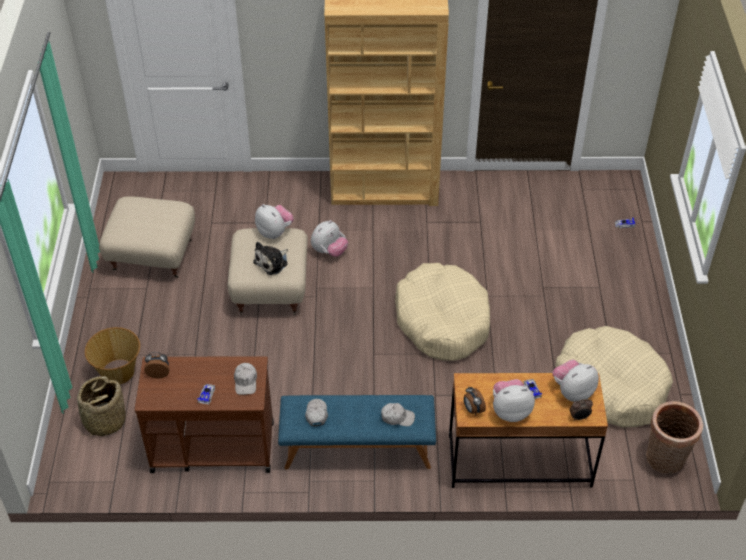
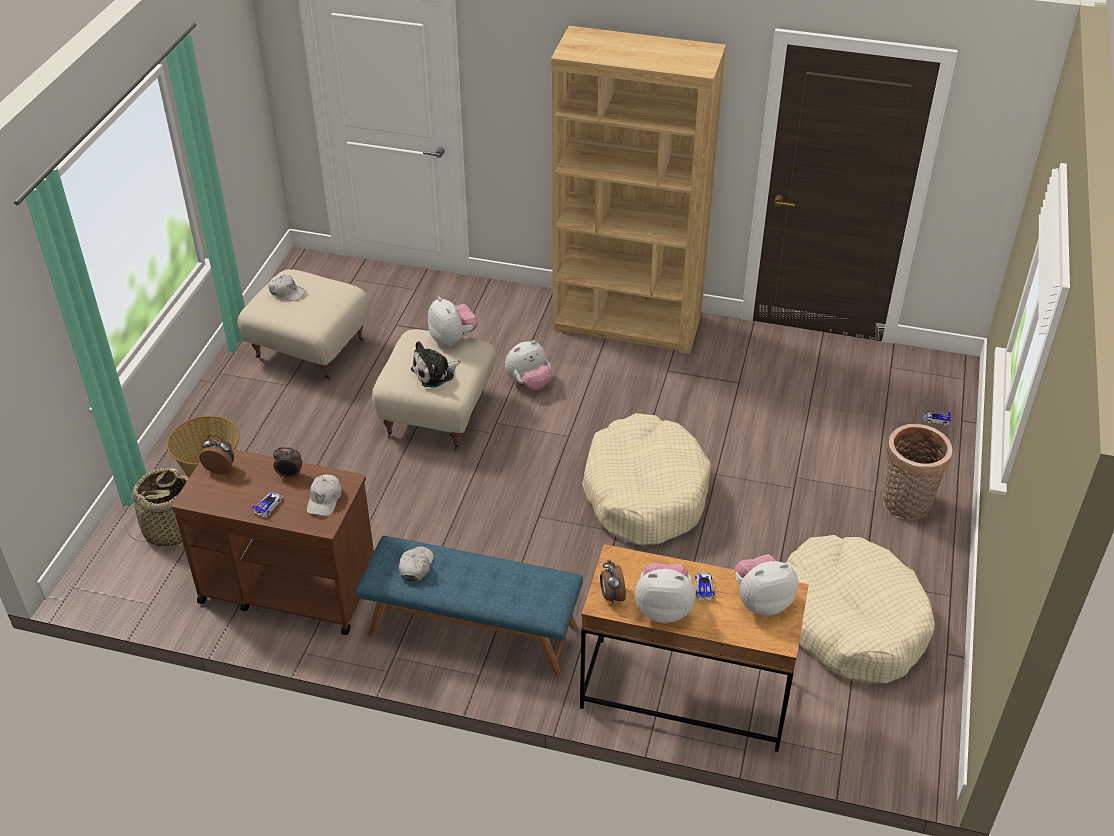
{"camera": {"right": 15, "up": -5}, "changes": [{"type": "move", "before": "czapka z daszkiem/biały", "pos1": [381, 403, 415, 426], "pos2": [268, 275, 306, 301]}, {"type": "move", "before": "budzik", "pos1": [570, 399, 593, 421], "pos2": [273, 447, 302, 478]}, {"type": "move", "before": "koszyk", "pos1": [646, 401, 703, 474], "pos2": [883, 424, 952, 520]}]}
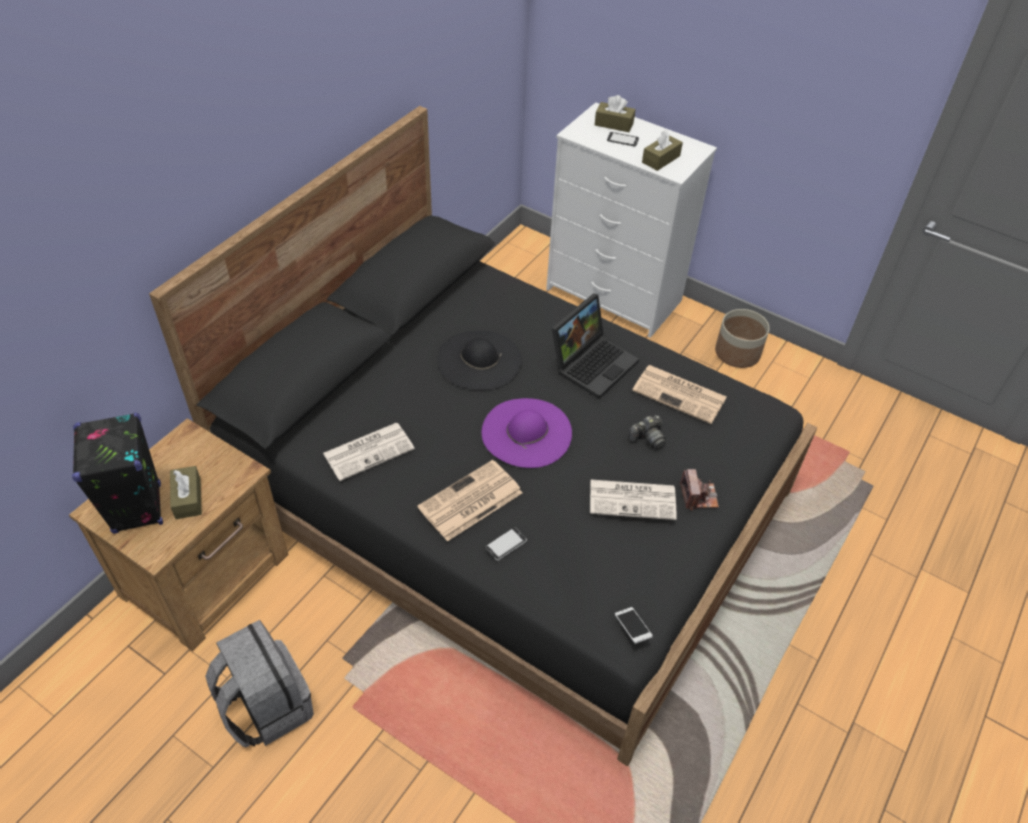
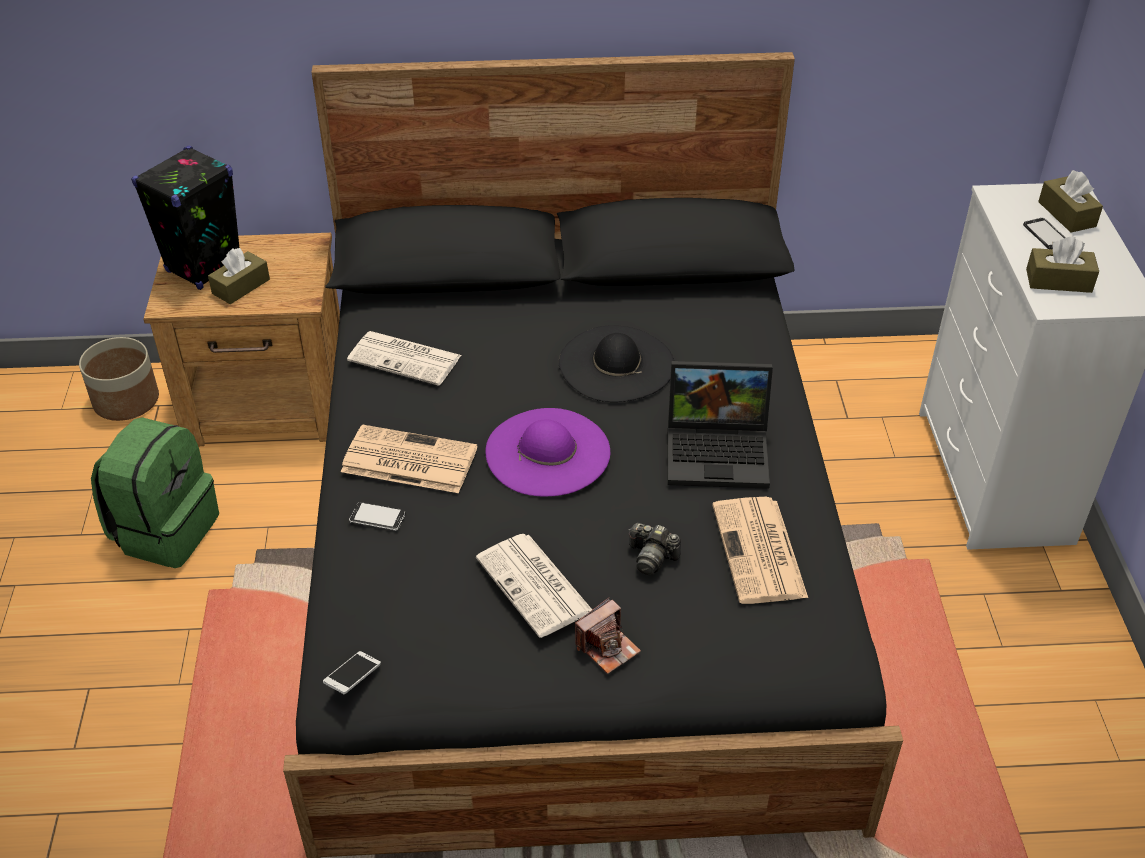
{"camera": {"right": 55, "up": -5}, "changes": [{"type": "recolor", "before": "plecak/szary", "after": "plecak/zielony", "pos1": [205, 620, 314, 748], "pos2": [91, 417, 219, 568]}, {"type": "move", "before": "donica", "pos1": [715, 309, 770, 368], "pos2": [79, 337, 159, 421]}]}
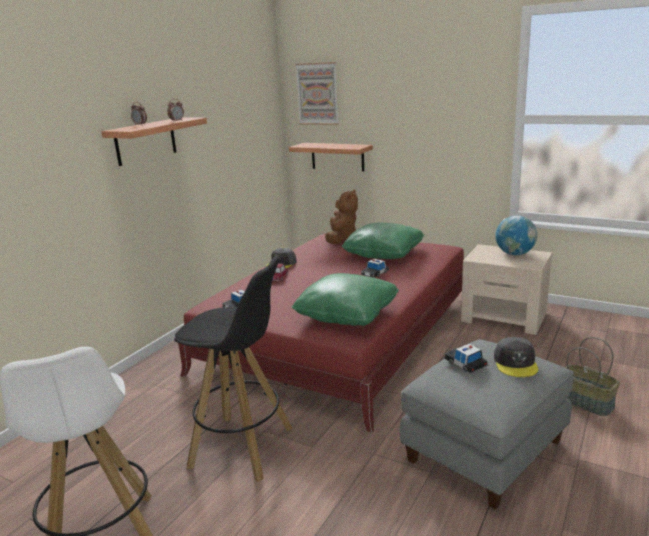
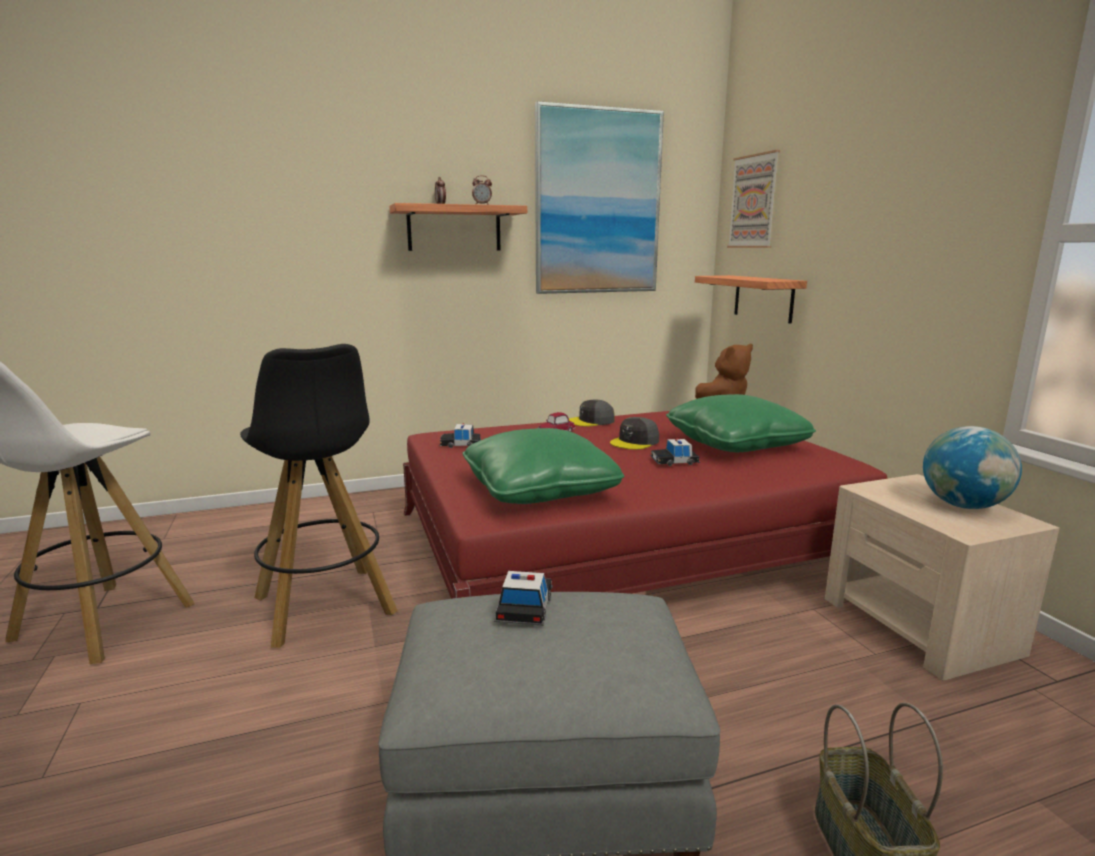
{"camera": {"right": 40, "up": -5}, "changes": [{"type": "move", "before": "czapka z daszkiem/szary", "pos1": [494, 337, 538, 377], "pos2": [610, 417, 659, 450]}, {"type": "insert", "after": "obraz", "pos2": [535, 101, 664, 294]}]}
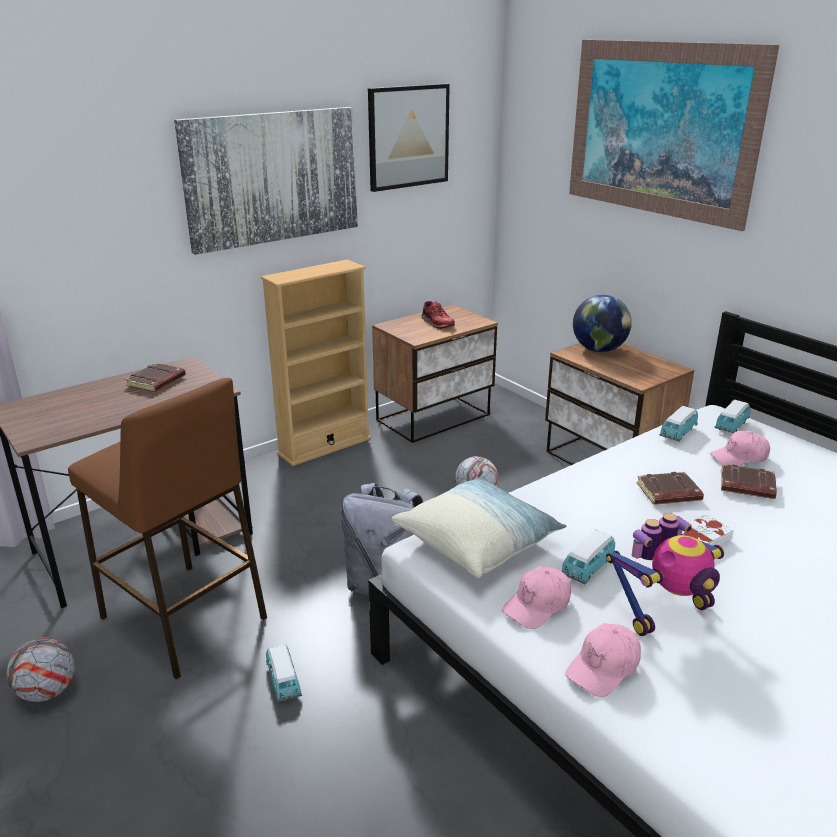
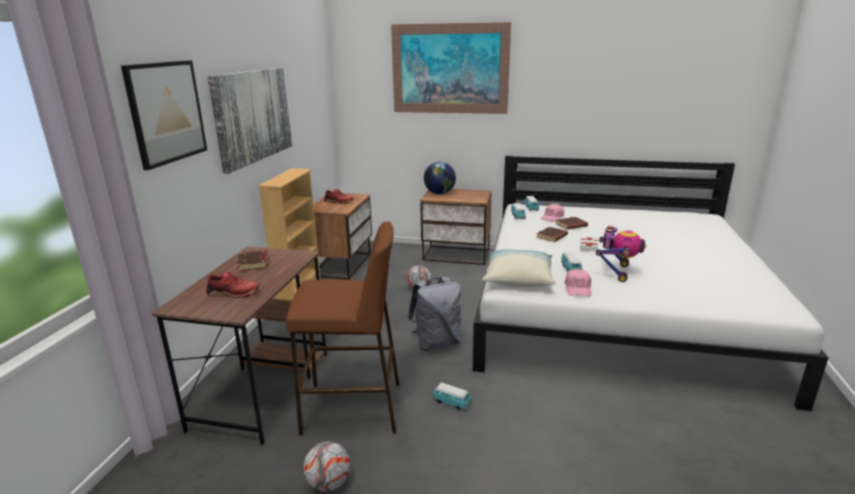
{"camera": {"right": -40, "up": -5}, "changes": [{"type": "move", "before": "obraz", "pos1": [368, 84, 450, 192], "pos2": [121, 60, 207, 170]}, {"type": "delete", "before": "czapka z daszkiem/różowy", "pos1": [565, 623, 641, 697]}, {"type": "insert", "after": "but/czerwony", "pos2": [206, 272, 260, 298]}]}
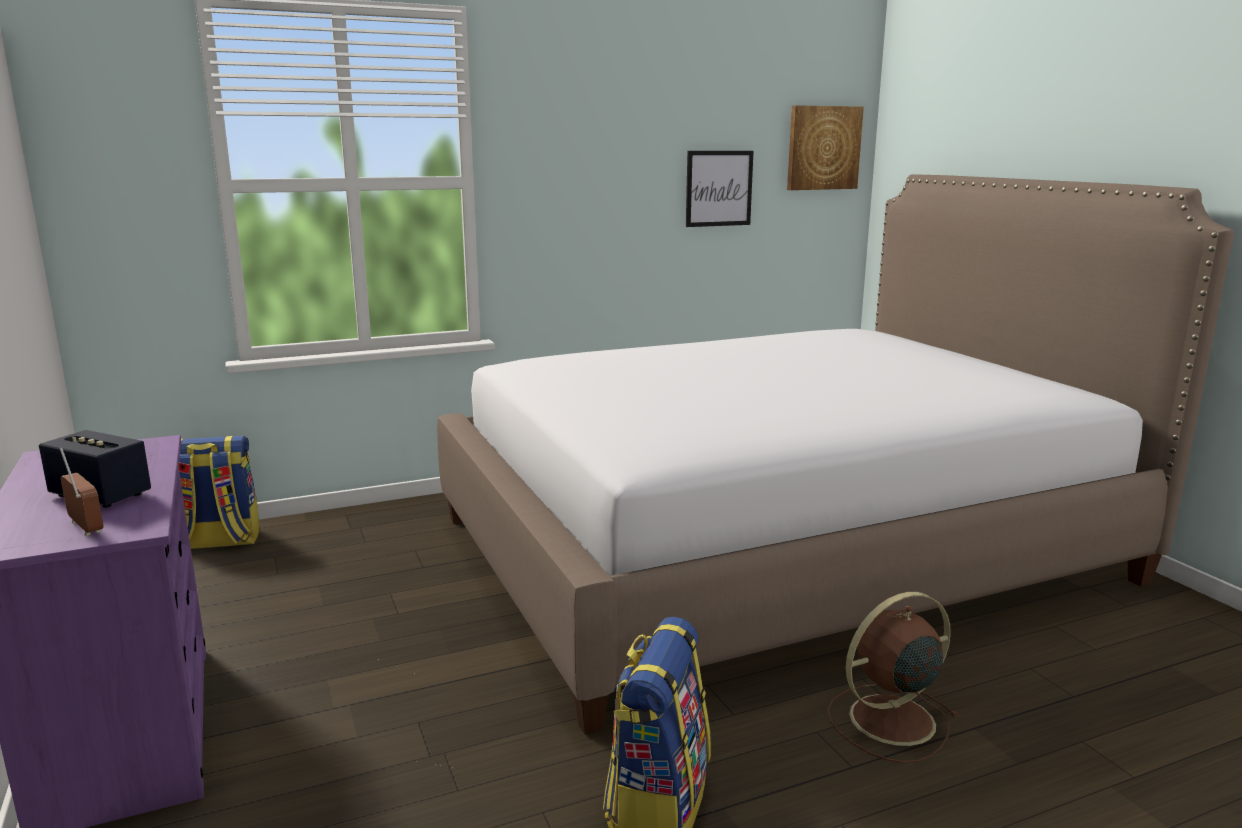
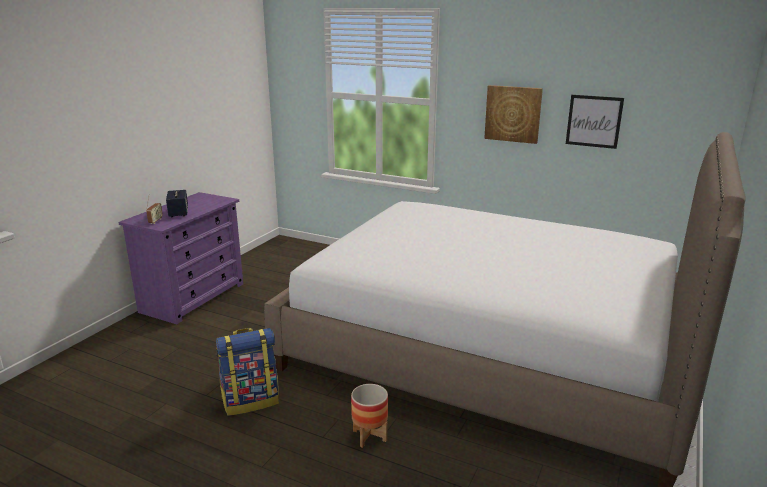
{"camera": {"right": 50, "up": 5}, "changes": [{"type": "delete", "before": "plecak", "pos1": [179, 436, 259, 549]}, {"type": "move", "before": "obraz", "pos1": [787, 105, 864, 190], "pos2": [484, 85, 543, 144]}, {"type": "replace", "before": "wentylator/brązowy", "after": "donica", "pos1": [827, 592, 959, 763], "pos2": [351, 384, 388, 448]}]}
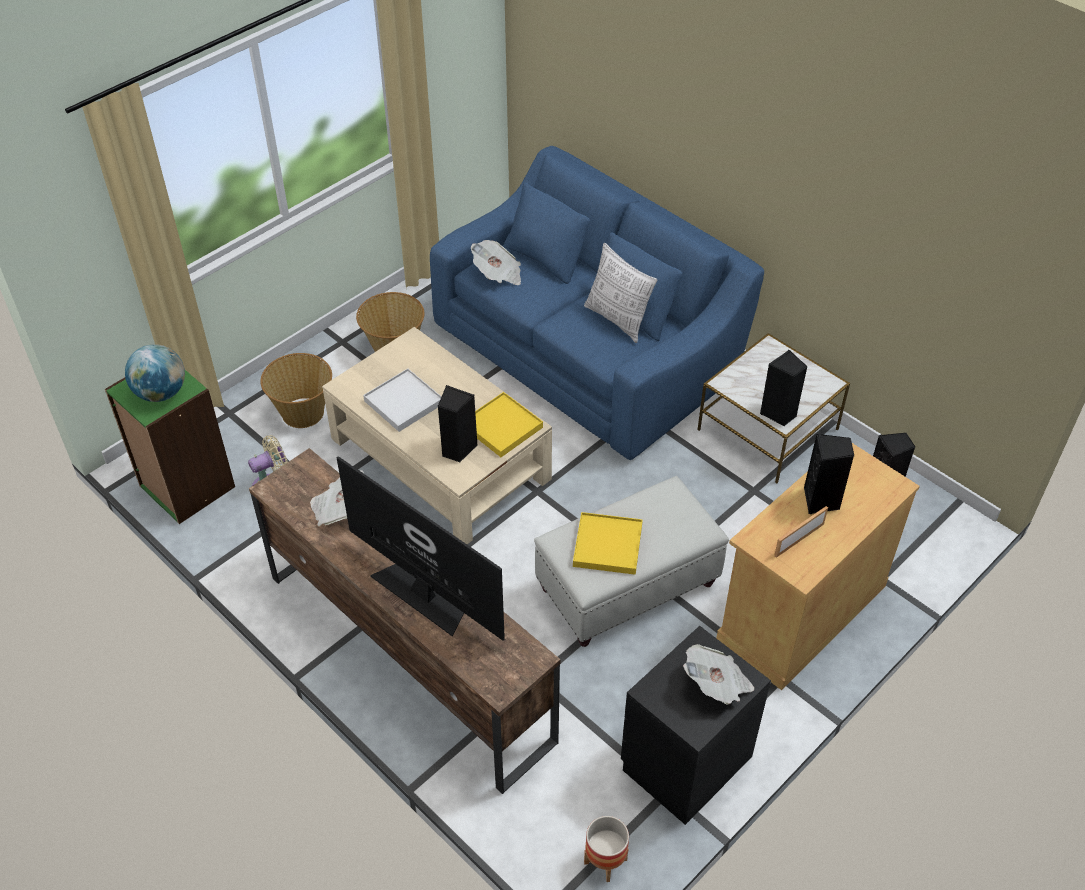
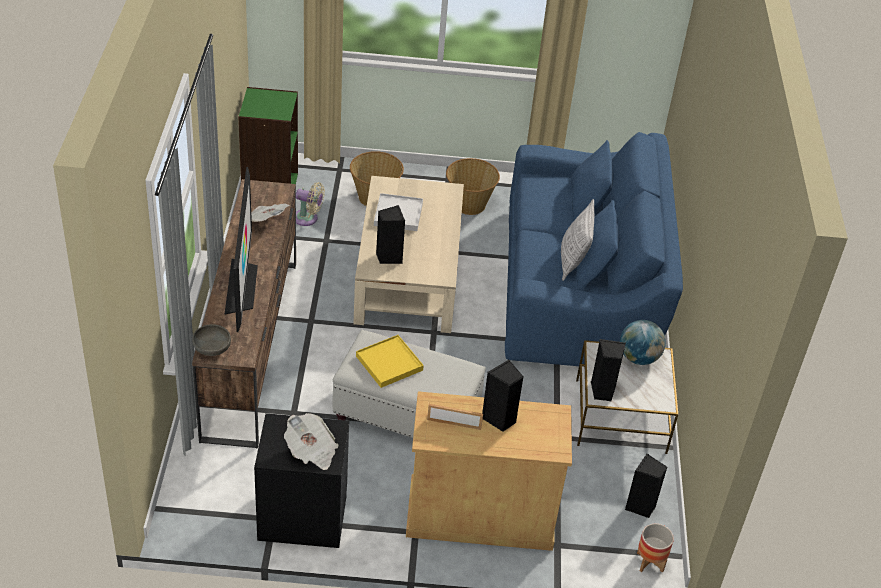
{"camera": {"right": 45, "up": -5}, "changes": [{"type": "move", "before": "globus", "pos1": [125, 344, 185, 402], "pos2": [620, 320, 666, 365]}, {"type": "delete", "before": "gazeta", "pos1": [471, 240, 521, 285]}, {"type": "delete", "before": "taca/żółty", "pos1": [475, 392, 543, 457]}, {"type": "move", "before": "donica", "pos1": [584, 816, 629, 882], "pos2": [637, 524, 674, 573]}, {"type": "insert", "after": "miska/szary", "pos2": [192, 324, 231, 356]}]}
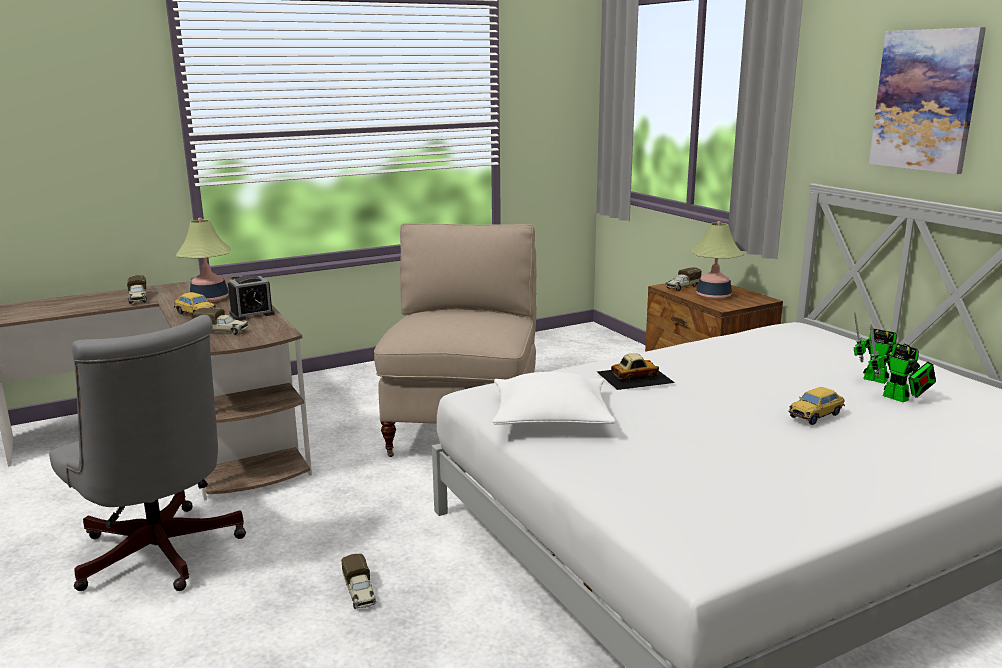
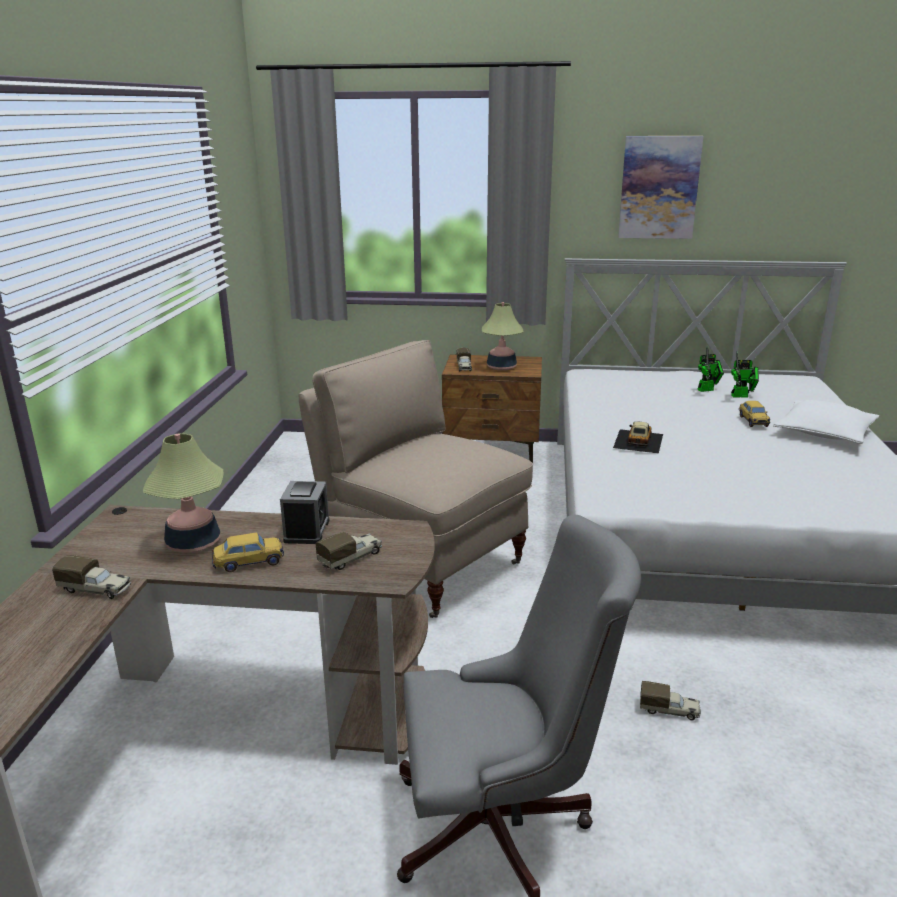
{"camera": {"right": -55, "up": 5}, "changes": [{"type": "move", "before": "poduszka/biały", "pos1": [492, 372, 615, 425], "pos2": [773, 400, 879, 444]}]}
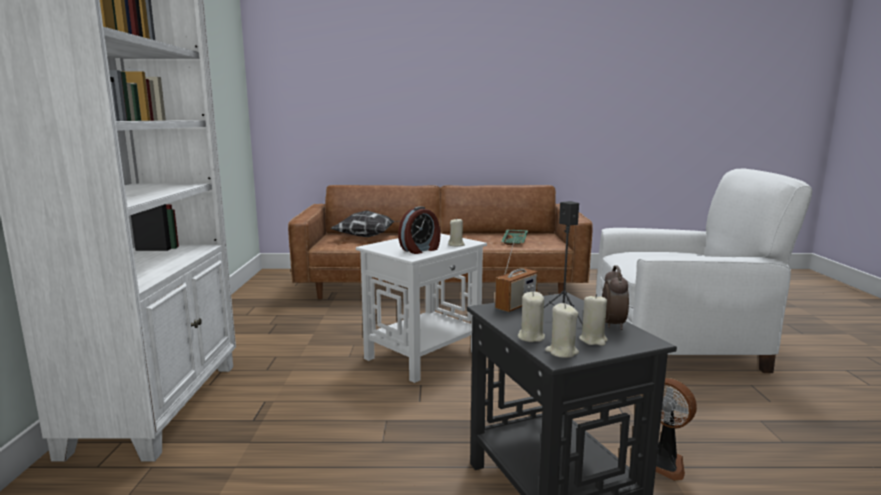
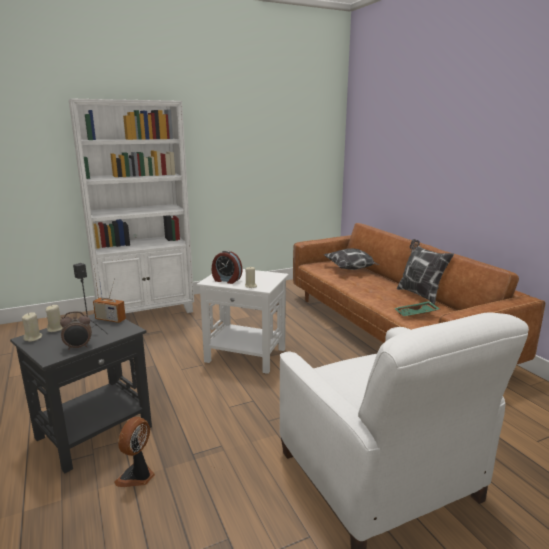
{"camera": {"right": 65, "up": 5}, "changes": [{"type": "delete", "before": "świeca/beżowy", "pos1": [579, 294, 608, 346]}, {"type": "insert", "after": "poduszka", "pos2": [397, 239, 454, 305]}]}
